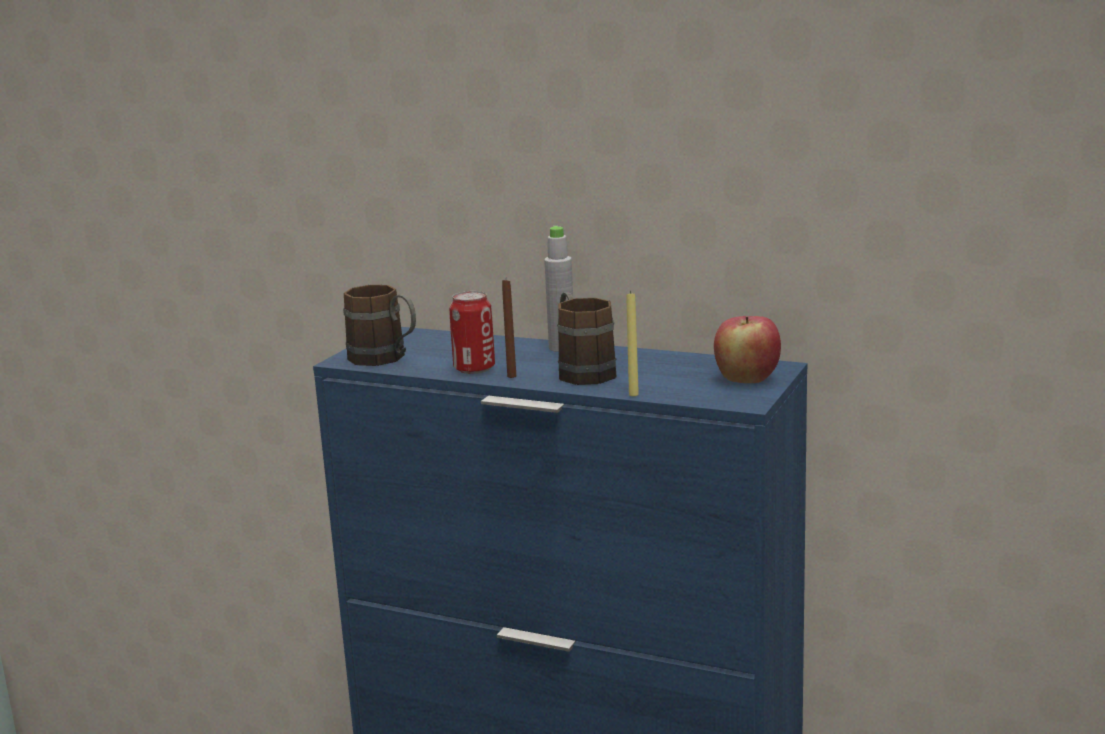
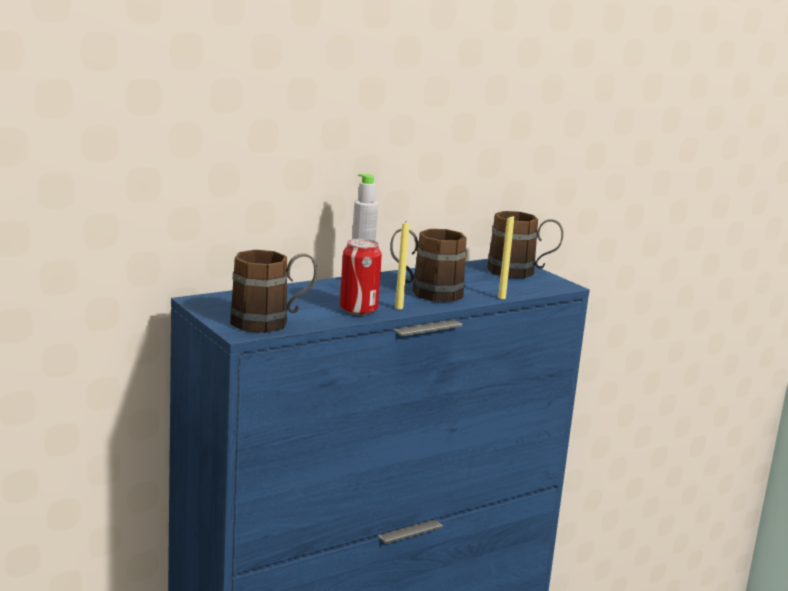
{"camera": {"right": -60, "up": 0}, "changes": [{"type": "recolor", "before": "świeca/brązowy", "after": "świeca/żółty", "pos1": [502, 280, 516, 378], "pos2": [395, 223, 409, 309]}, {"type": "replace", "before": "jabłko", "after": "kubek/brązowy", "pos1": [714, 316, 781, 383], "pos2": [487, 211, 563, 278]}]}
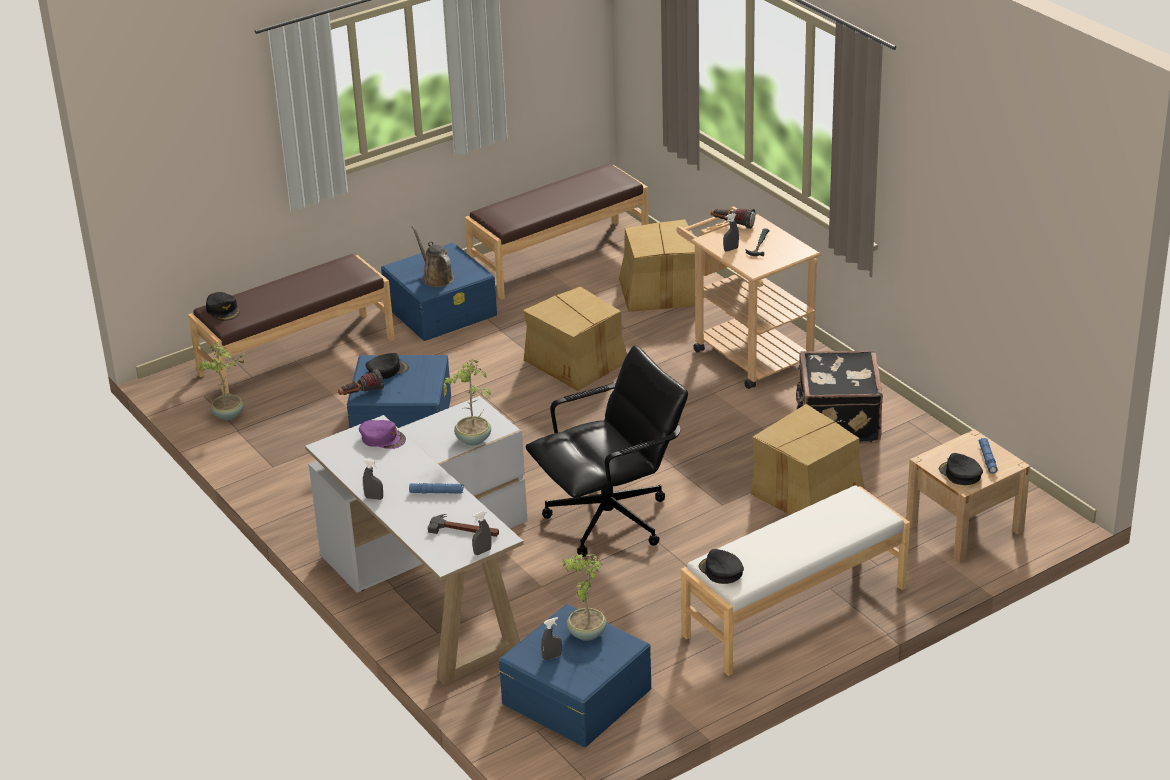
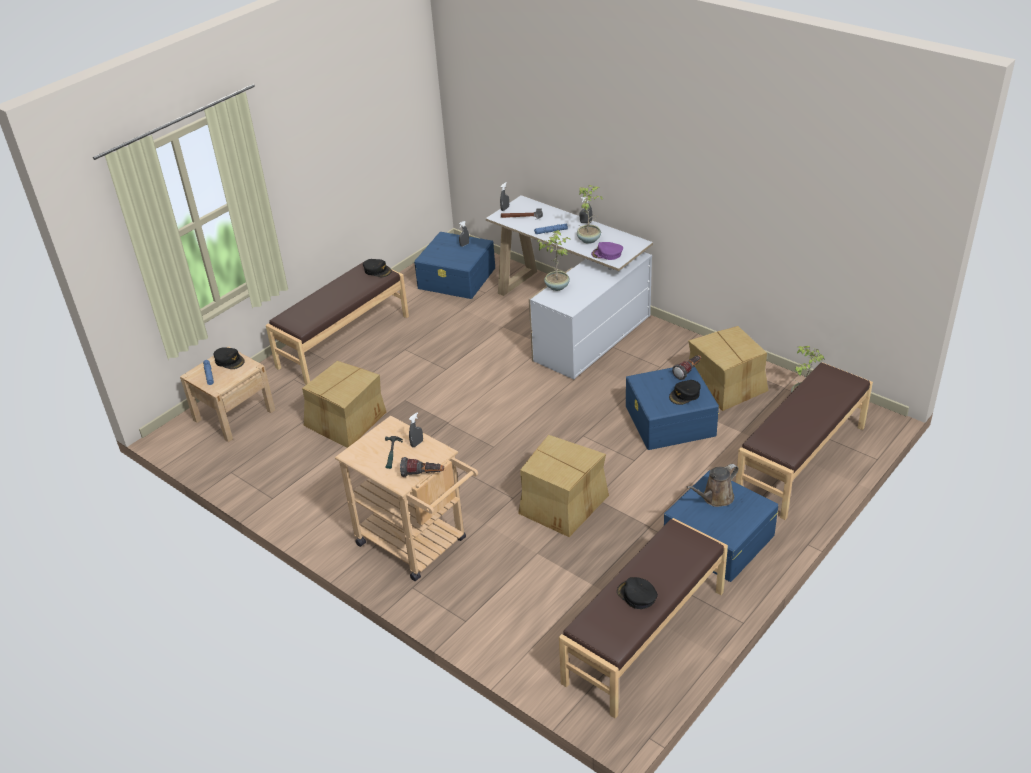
{"camera": {"right": 165, "up": 5}, "changes": [{"type": "move", "before": "czapka z daszkiem/czarny", "pos1": [206, 292, 240, 321], "pos2": [617, 577, 658, 609]}, {"type": "rotate", "before": "konewka/brązowy", "pos1": [411, 226, 454, 287], "pos2": [687, 464, 738, 507], "turn": 105}, {"type": "delete", "before": "krzesło biurowe/czarny", "pos1": [526, 345, 688, 557]}, {"type": "move", "before": "roślina doniczkowa", "pos1": [562, 554, 607, 641], "pos2": [577, 185, 605, 244]}, {"type": "move", "before": "karton", "pos1": [619, 219, 695, 312], "pos2": [688, 326, 768, 411]}, {"type": "recolor", "before": "ławka/biały", "after": "ławka/brązowy", "pos1": [681, 485, 910, 676], "pos2": [266, 262, 409, 385]}, {"type": "delete", "before": "walizka/czarny", "pos1": [796, 350, 883, 444]}]}
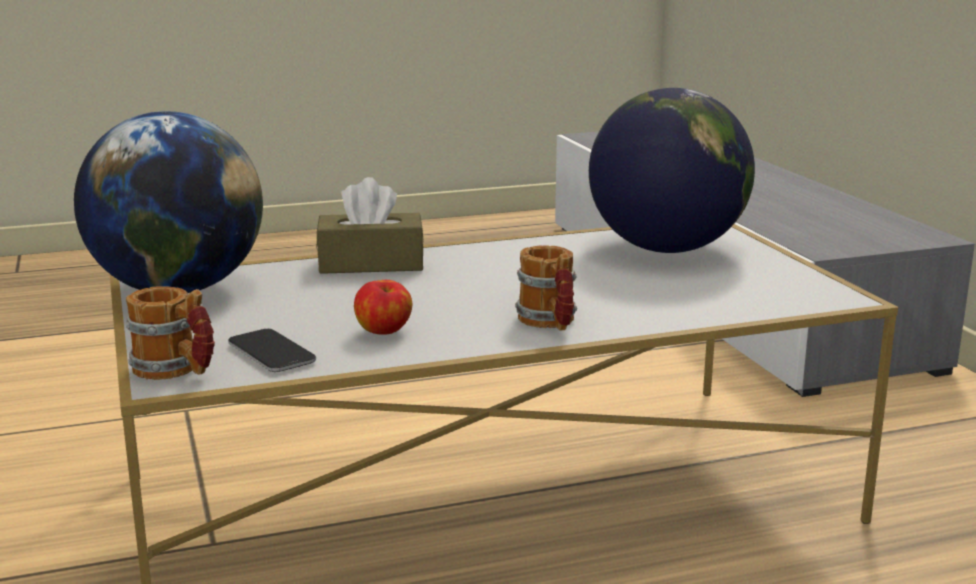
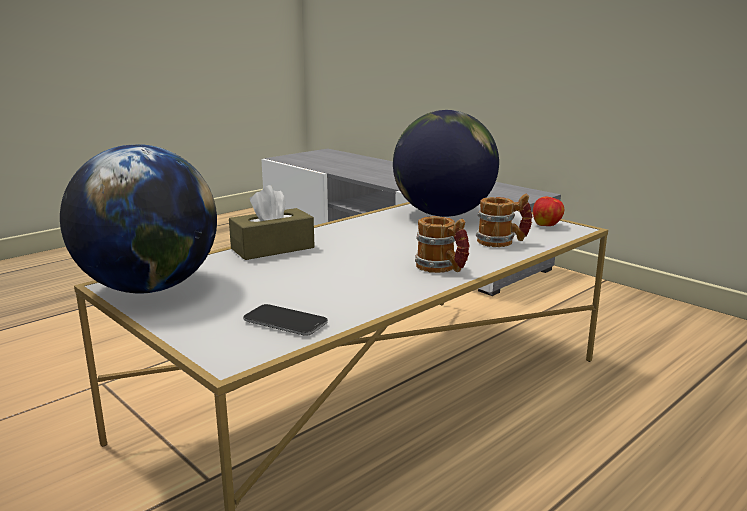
{"camera": {"right": -25, "up": 0}, "changes": [{"type": "move", "before": "kubek", "pos1": [126, 286, 215, 380], "pos2": [476, 194, 532, 247]}, {"type": "move", "before": "jabłko", "pos1": [354, 280, 412, 334], "pos2": [533, 196, 564, 226]}]}
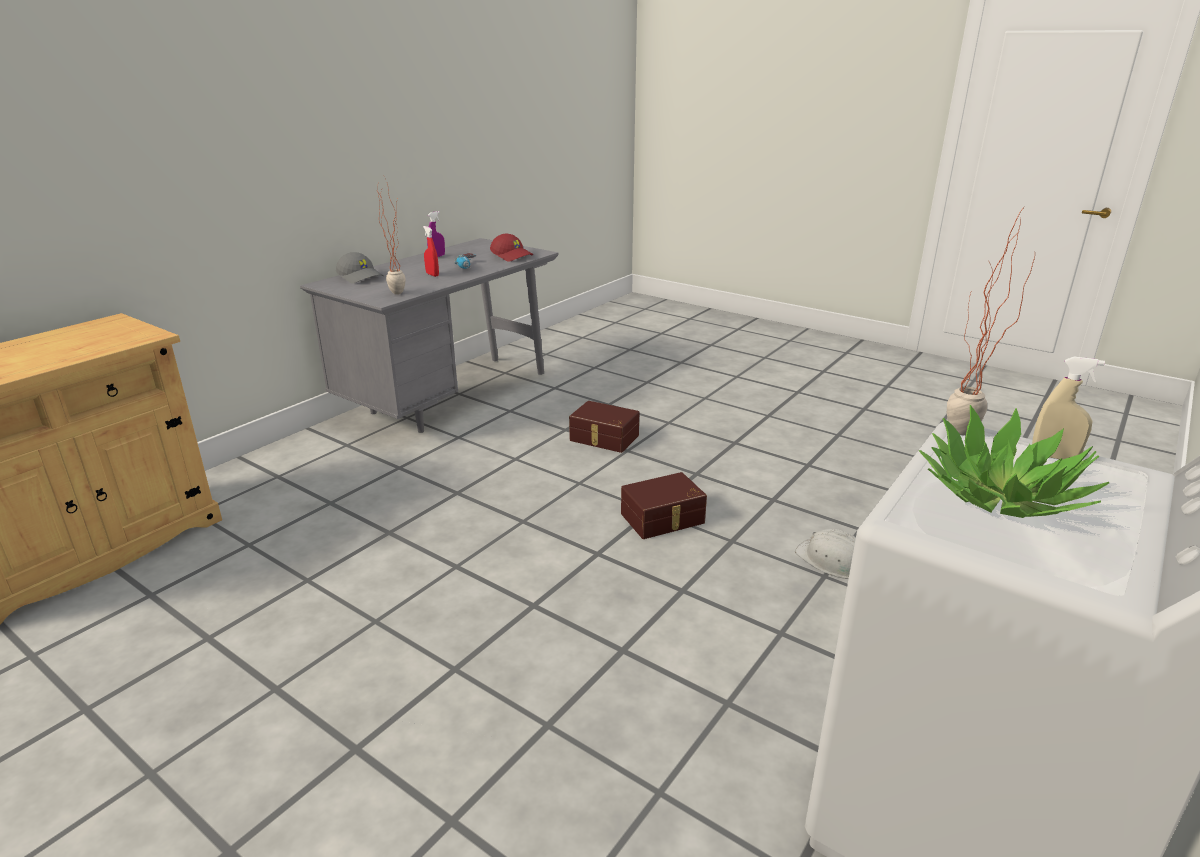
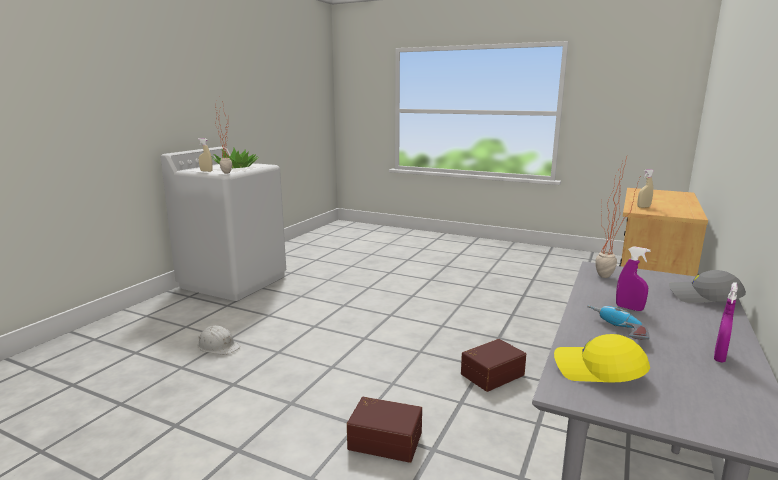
{"camera": {"right": 170, "up": -10}, "changes": [{"type": "recolor", "before": "spryskiwacz/czerwony", "after": "spryskiwacz/fioletowy", "pos1": [423, 226, 439, 277], "pos2": [616, 246, 651, 311]}, {"type": "recolor", "before": "czapka z daszkiem/czerwony", "after": "czapka z daszkiem/żółty", "pos1": [490, 234, 533, 262], "pos2": [554, 334, 650, 382]}, {"type": "move", "before": "pojemnik do przechowywania/brązowy", "pos1": [621, 472, 707, 539], "pos2": [461, 339, 526, 392]}, {"type": "insert", "after": "spryskiwacz/beżowy", "pos2": [637, 169, 654, 208]}]}
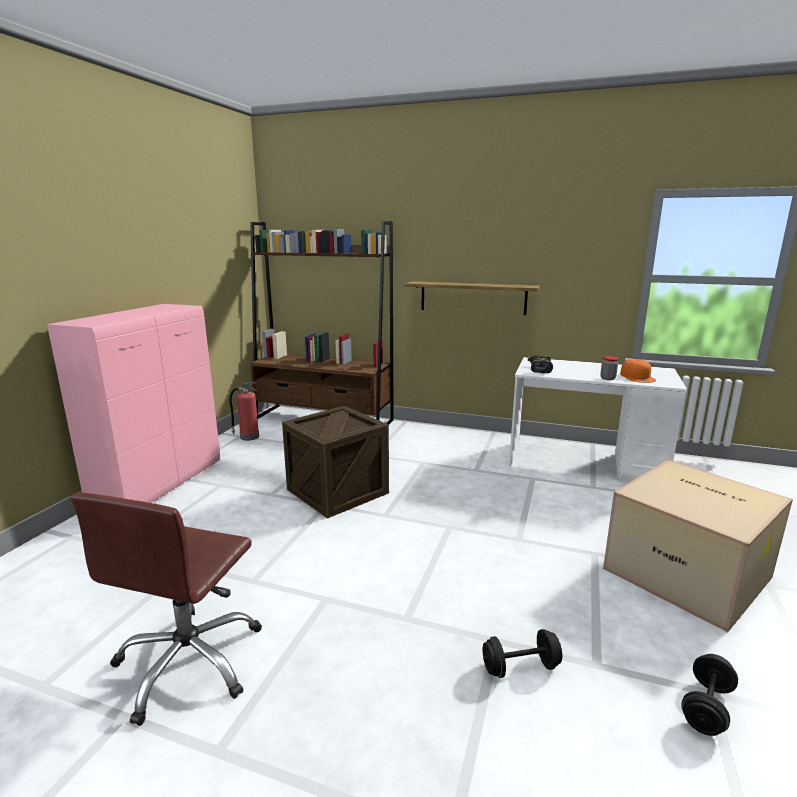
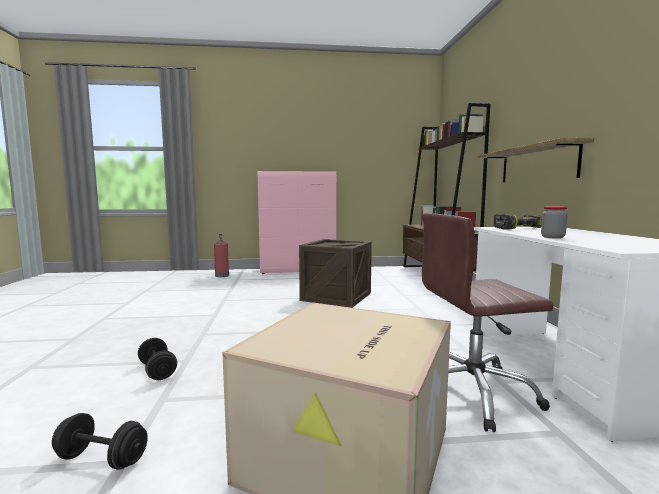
{"camera": {"right": 65, "up": -10}, "changes": [{"type": "move", "before": "krzesło biurowe/brązowy", "pos1": [71, 493, 262, 726], "pos2": [422, 213, 554, 432]}, {"type": "move", "before": "gaśnica", "pos1": [229, 382, 259, 441], "pos2": [214, 234, 229, 277]}, {"type": "delete", "before": "czapka z daszkiem/pomarańczowy", "pos1": [620, 359, 656, 383]}]}
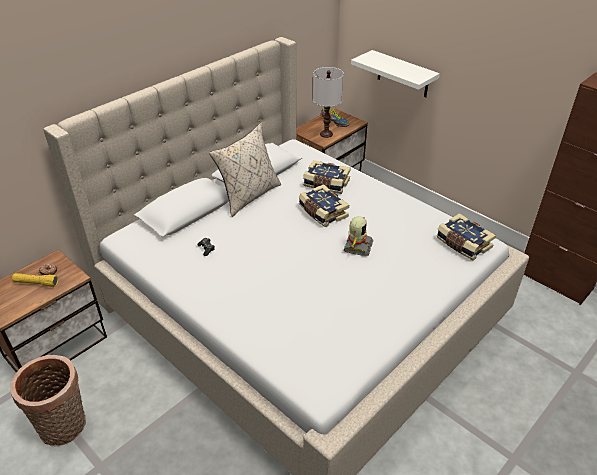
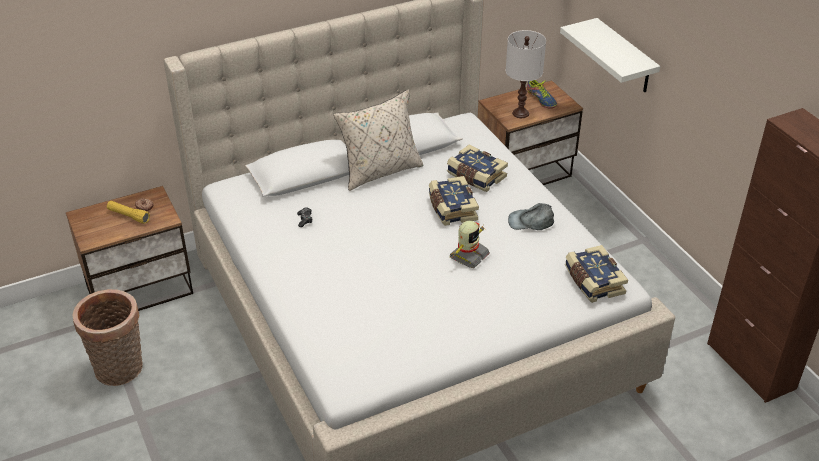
{"camera": {"right": 20, "up": 0}, "changes": [{"type": "insert", "after": "czapka z daszkiem/szary", "pos2": [508, 203, 554, 230]}]}
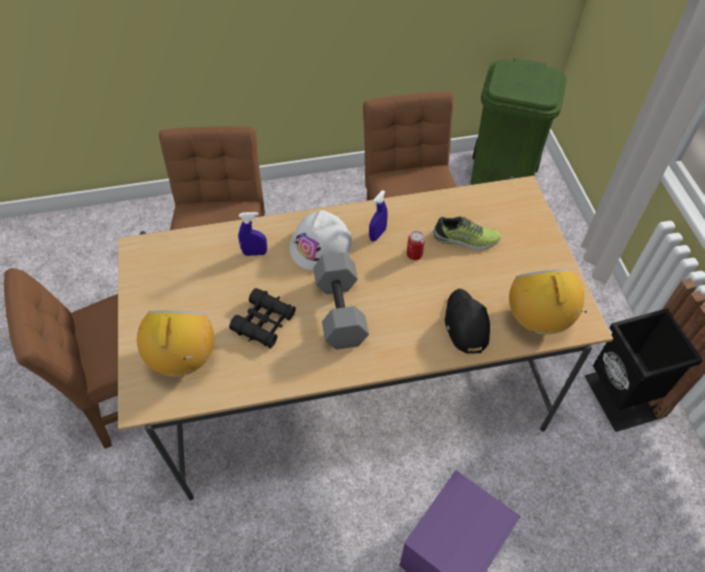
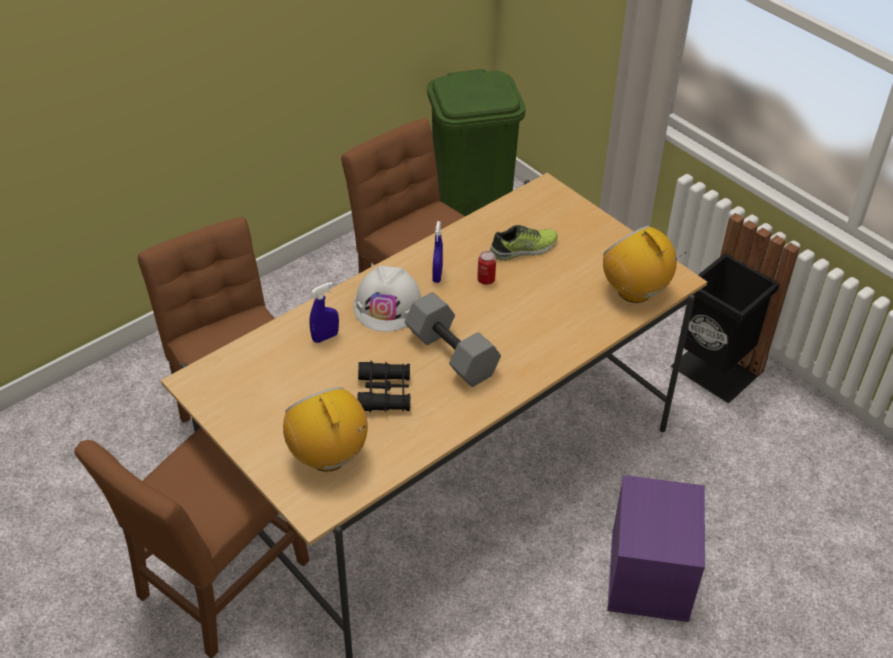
{"camera": {"right": -30, "up": -10}, "changes": [{"type": "delete", "before": "czapka z daszkiem/czarny", "pos1": [445, 289, 490, 354]}]}
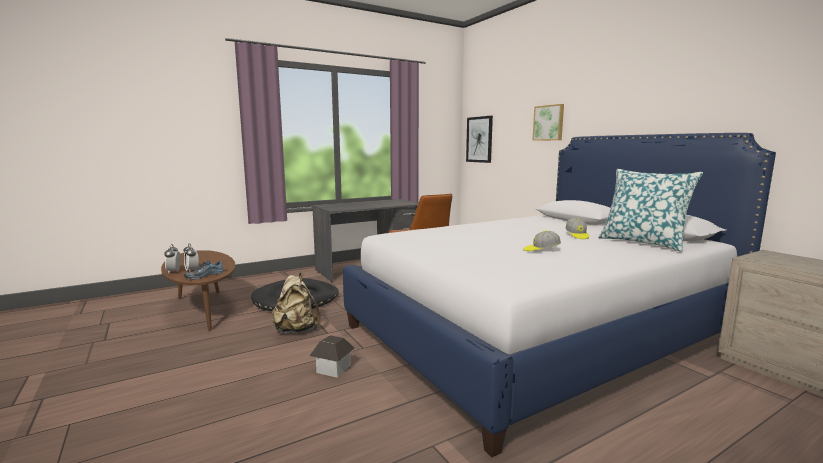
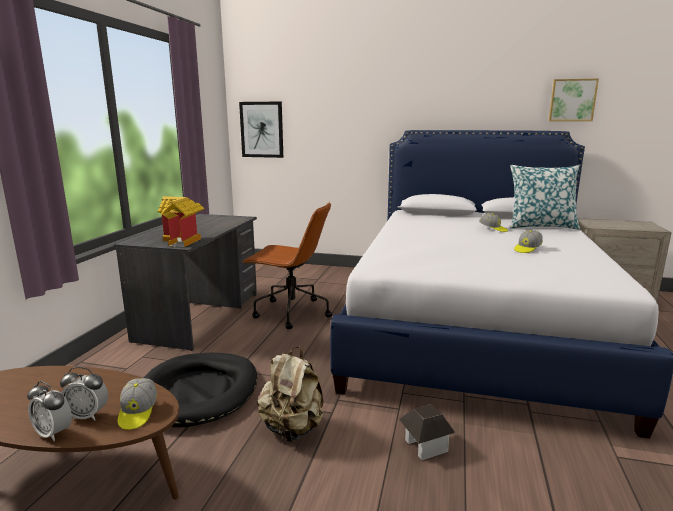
{"camera": {"right": -45, "up": 5}, "changes": [{"type": "replace", "before": "but", "after": "czapka z daszkiem", "pos1": [184, 260, 224, 279], "pos2": [118, 378, 157, 430]}, {"type": "move", "before": "obraz", "pos1": [532, 104, 564, 141], "pos2": [549, 78, 599, 121]}, {"type": "insert", "after": "domek", "pos2": [158, 196, 205, 247]}]}
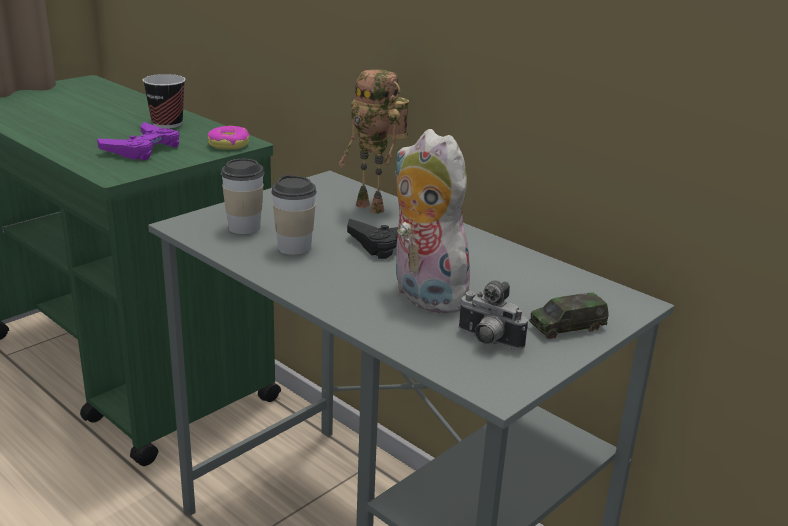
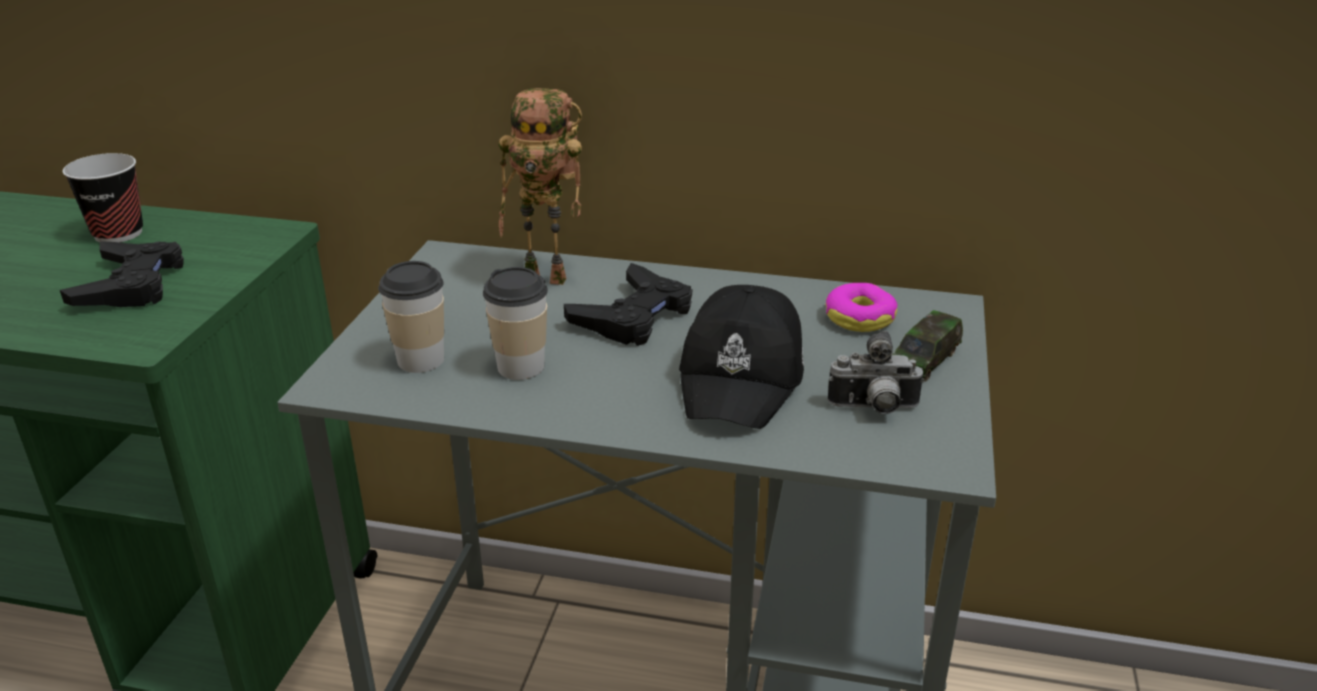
{"camera": {"right": -30, "up": 5}, "changes": [{"type": "recolor", "before": "pad do gier/fioletowy", "after": "pad do gier/czarny", "pos1": [97, 122, 180, 160], "pos2": [60, 241, 184, 307]}, {"type": "move", "before": "donut", "pos1": [208, 126, 249, 150], "pos2": [826, 283, 898, 332]}, {"type": "replace", "before": "pluszak", "after": "czapka z daszkiem/czarny", "pos1": [395, 129, 470, 314], "pos2": [679, 285, 804, 429]}]}
